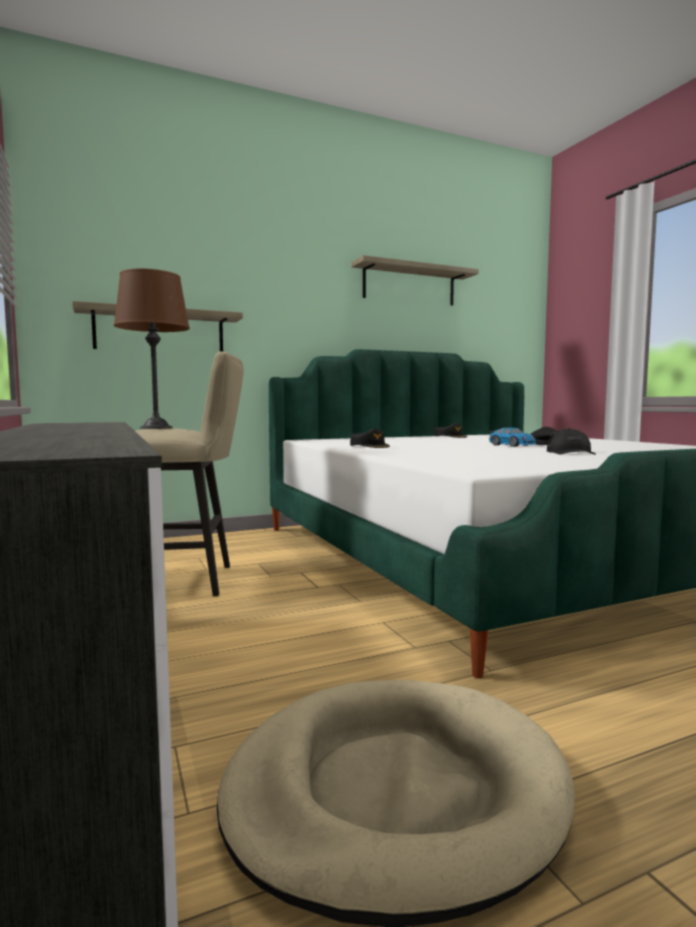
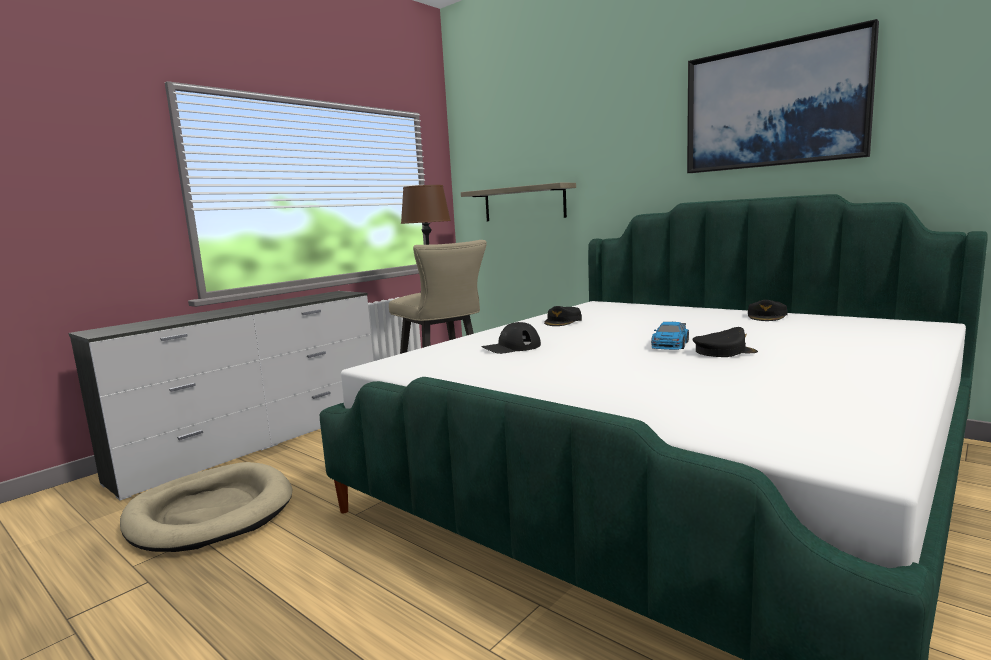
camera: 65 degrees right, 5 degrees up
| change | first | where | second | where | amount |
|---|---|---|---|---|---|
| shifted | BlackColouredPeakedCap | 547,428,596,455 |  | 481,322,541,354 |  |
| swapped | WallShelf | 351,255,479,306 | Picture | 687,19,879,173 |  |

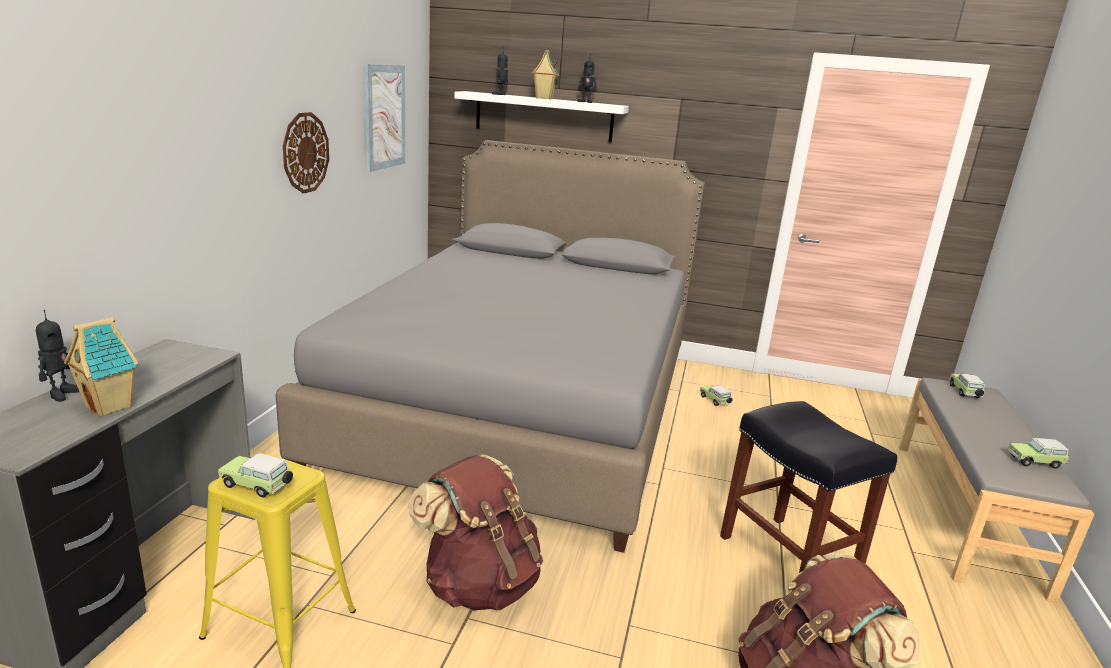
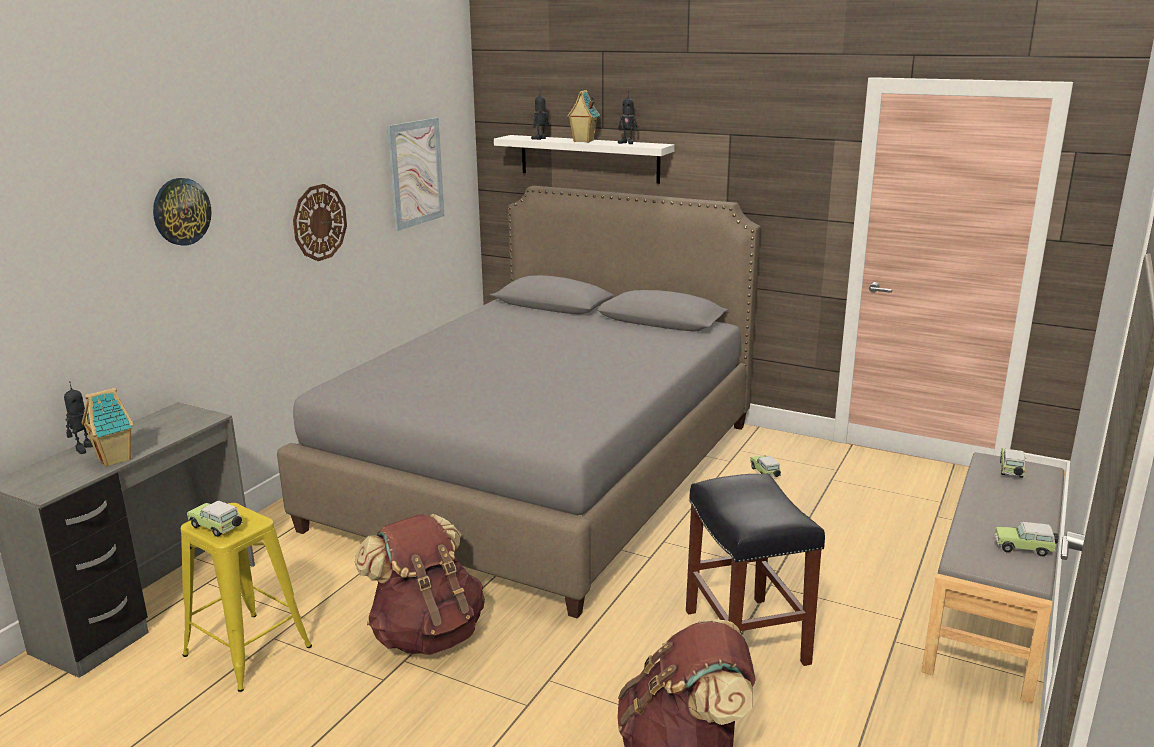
camera: 15 degrees right, 0 degrees up
| change | first | where | second | where | amount |
|---|---|---|---|---|---|
| new |  |  | ClockOnTheWall | 153,178,211,245 |  |

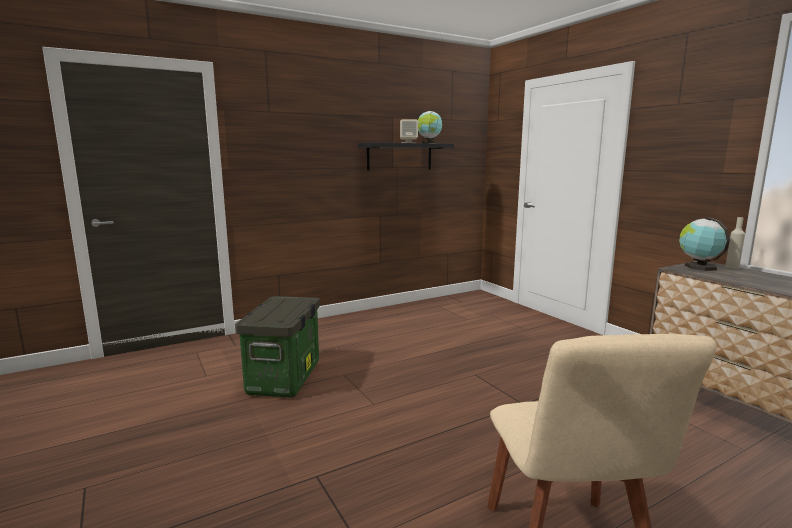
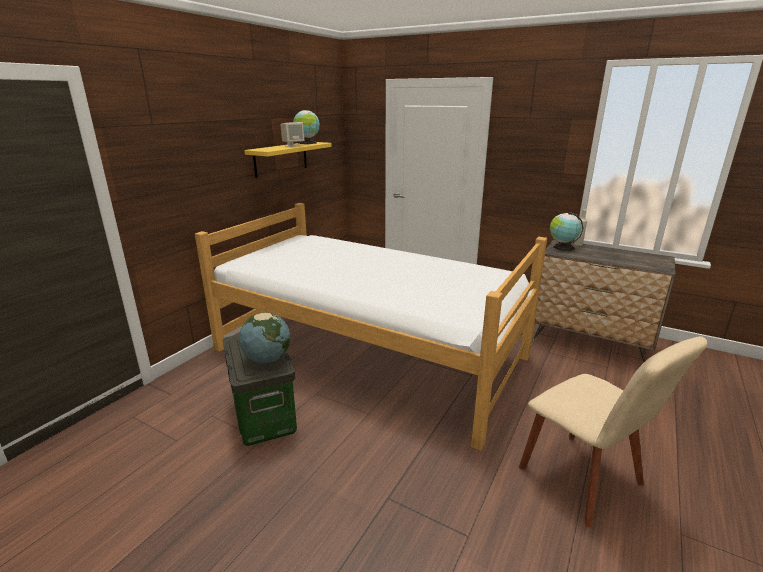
camera: 30 degrees left, 10 degrees up
| change | first | where | second | where | amount |
|---|---|---|---|---|---|
| new |  |  | Bed | 195,203,547,451 |  |
| new |  |  | Globe | 239,312,290,363 |  |
| repainted | BlackColouredWallShelf | 358,143,454,171 | YellowColouredWallShelf | 244,142,332,178 |  |

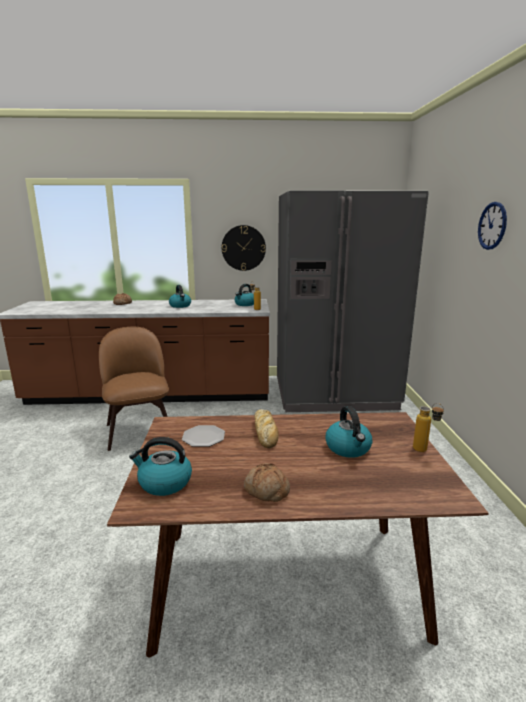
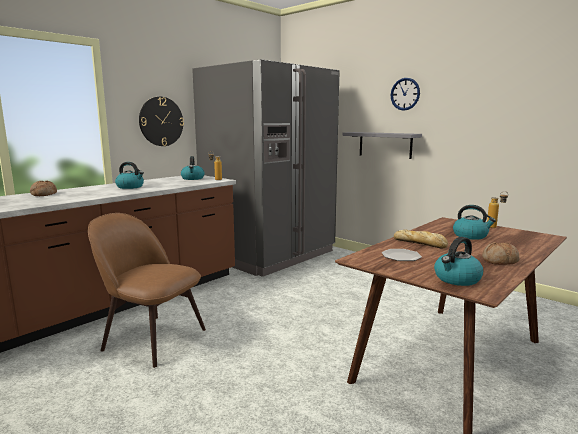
camera: 45 degrees left, 5 degrees down
| change | first | where | second | where | amount |
|---|---|---|---|---|---|
| new |  |  | GreyWallShelf | 342,132,422,159 |  |

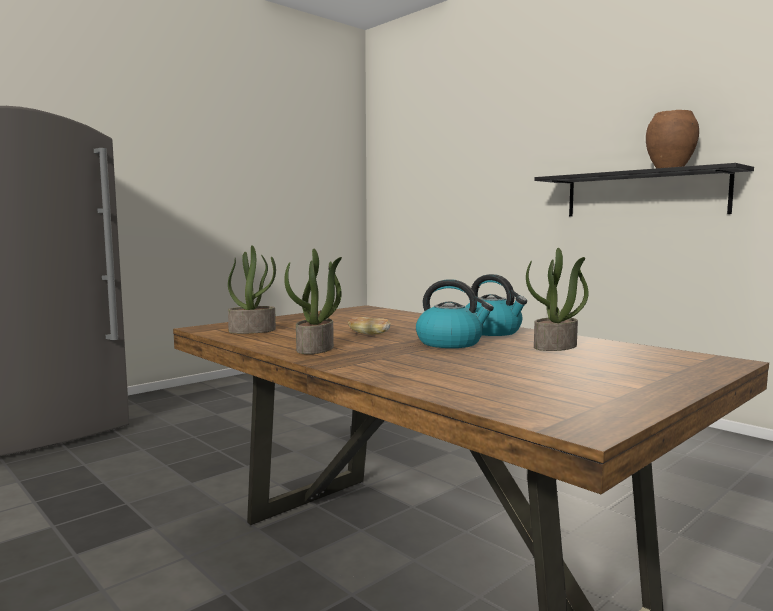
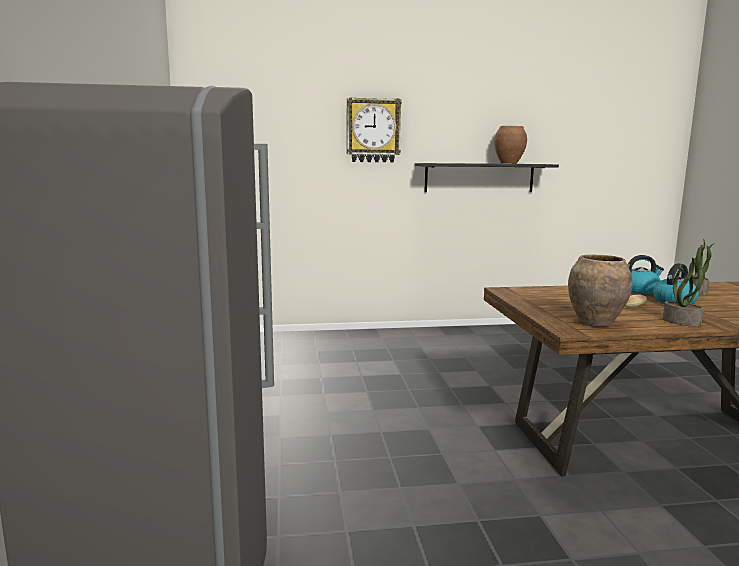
camera: 55 degrees left, 5 degrees up
| change | first | where | second | where | amount |
|---|---|---|---|---|---|
| new |  |  | ClockOnTheWall | 347,97,402,162 |  |
| swapped | Houseplant | 228,245,276,334 | BrownVase | 568,254,632,327 |  |

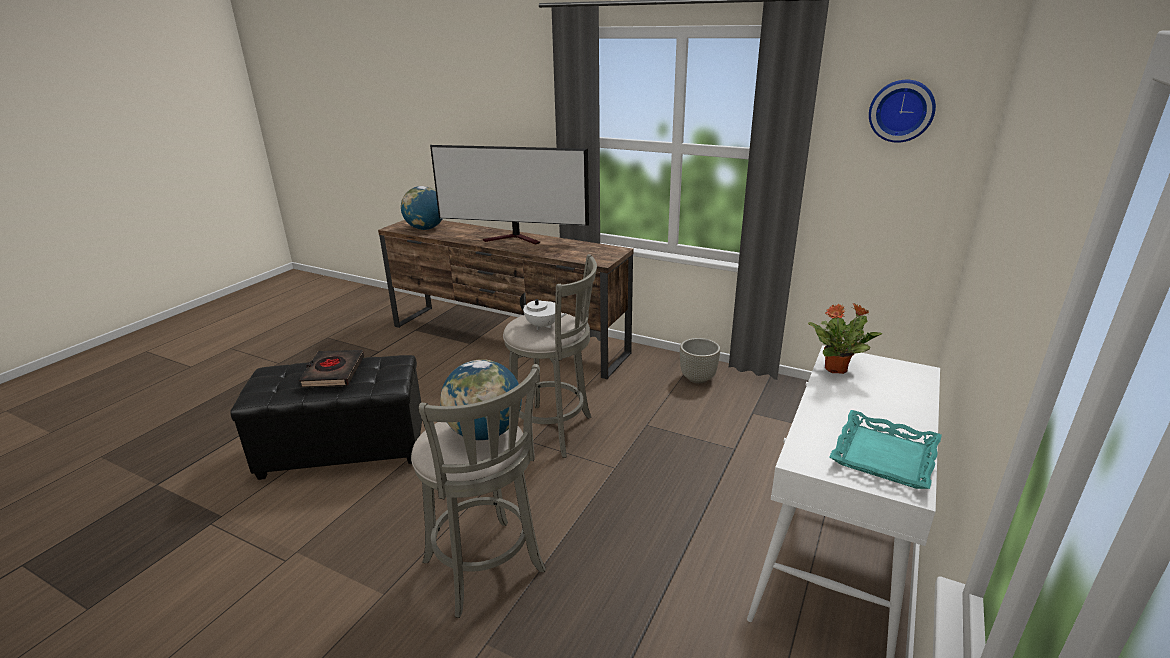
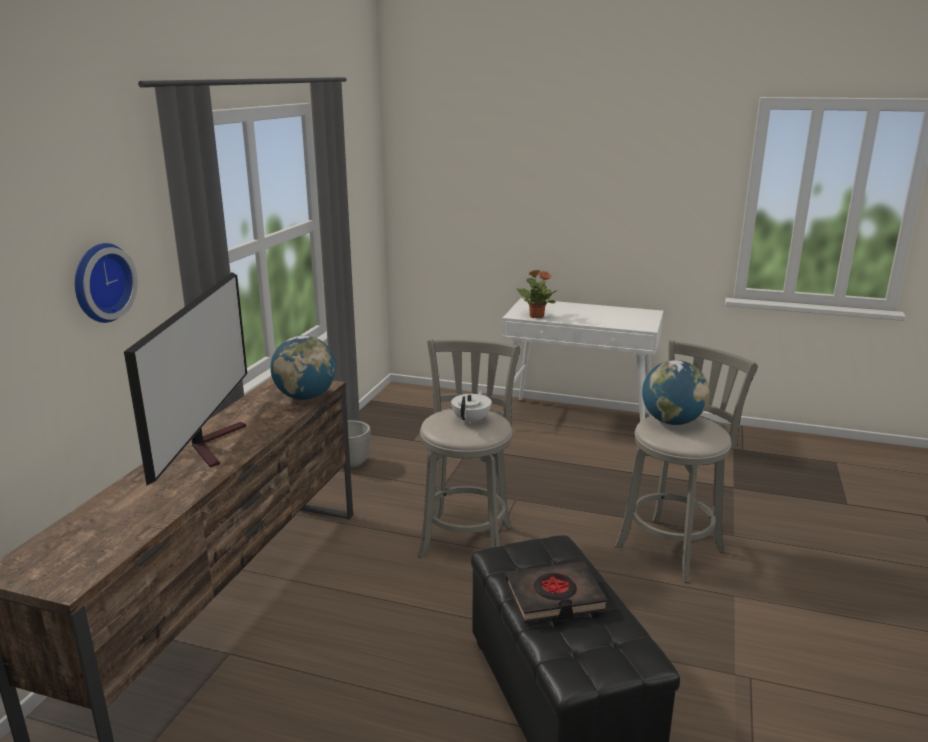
camera: 100 degrees left, 5 degrees down
| change | first | where | second | where | amount |
|---|---|---|---|---|---|
| gone | TurquoiseColouredTray | 829,410,942,489 |  |  |  |
| shifted | Globe | 401,186,443,230 |  | 270,335,336,400 |  |
| shifted | ClockOnTheWall | 869,80,936,143 |  | 75,243,138,323 |  |

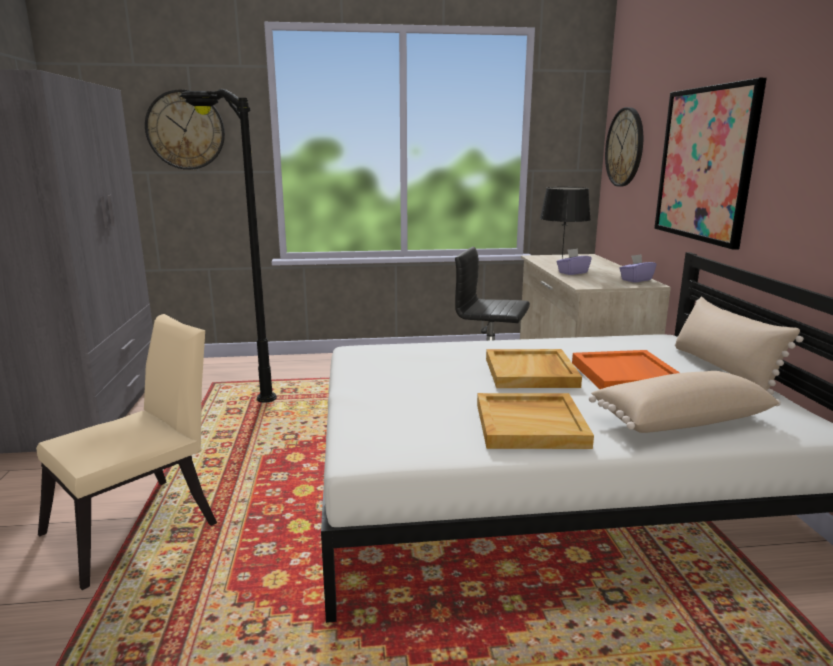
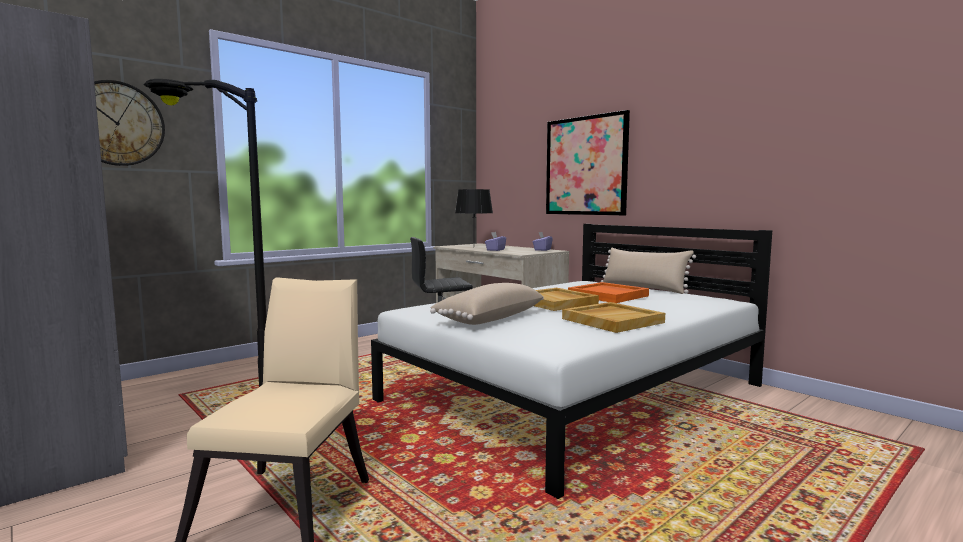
camera: 35 degrees left, 10 degrees down
| change | first | where | second | where | amount |
|---|---|---|---|---|---|
| gone | ClockOnTheWall | 605,107,643,186 |  |  |  |
| shifted | BeigeThrowPillow | 589,371,781,433 |  | 430,283,544,325 |  |

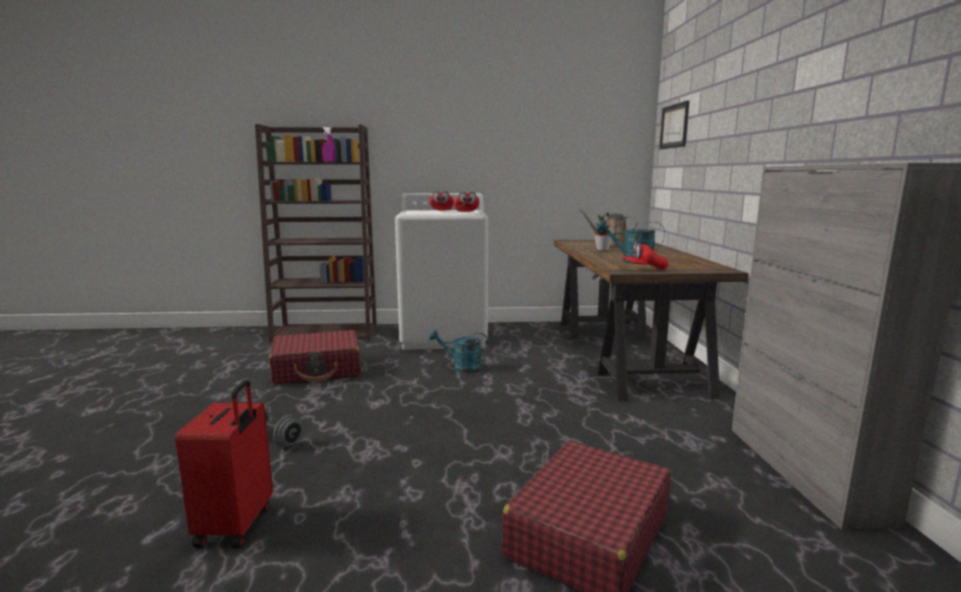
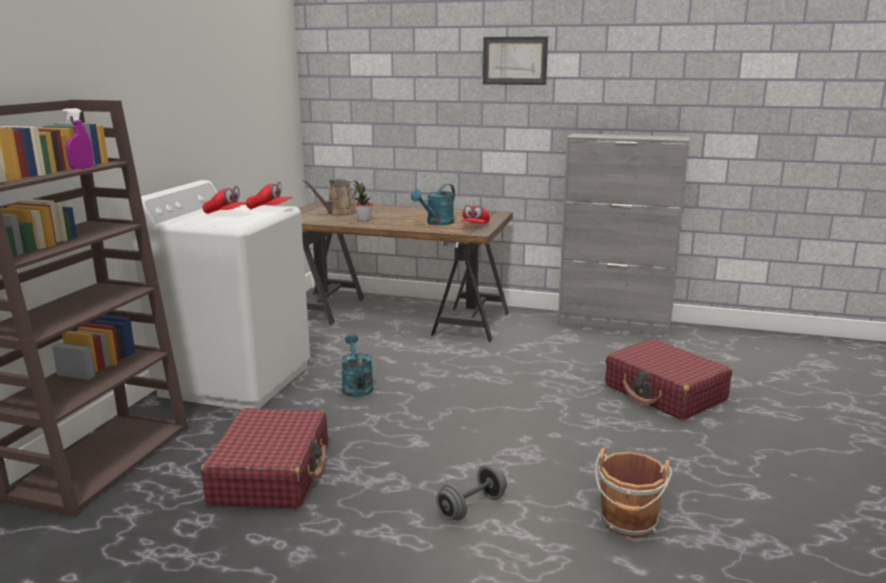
camera: 70 degrees left, 5 degrees up
| change | first | where | second | where | amount |
|---|---|---|---|---|---|
| shifted | Picture | 659,100,689,149 |  | 483,36,548,85 |  |
| swapped | RedColouredTravelCase | 175,380,273,549 | BrownPail | 595,448,672,538 |  |
| rotated | TurquoiseColouredWateringPot | 429,330,489,373 |  | 341,334,373,397 | 135 degrees clockwise |

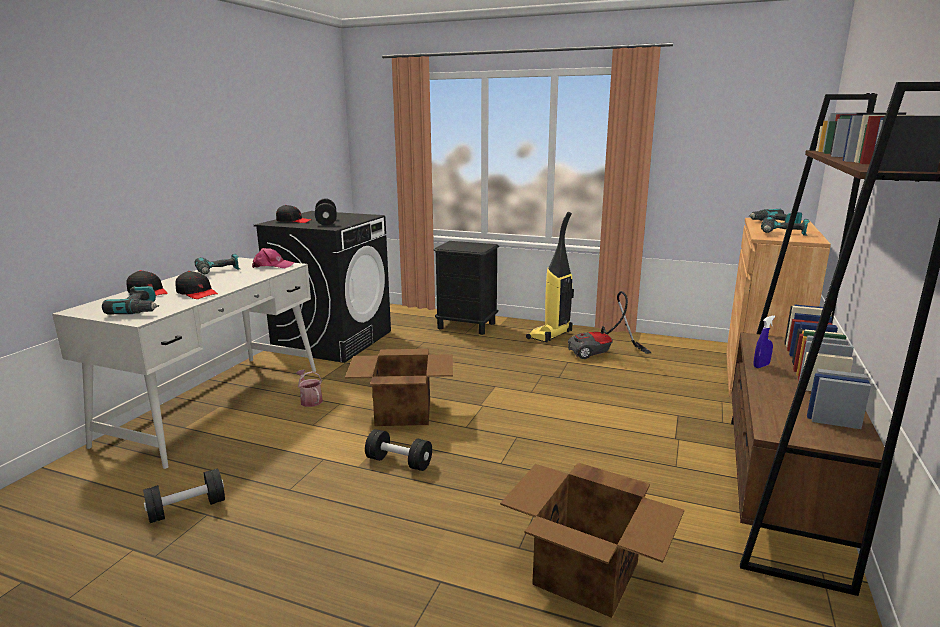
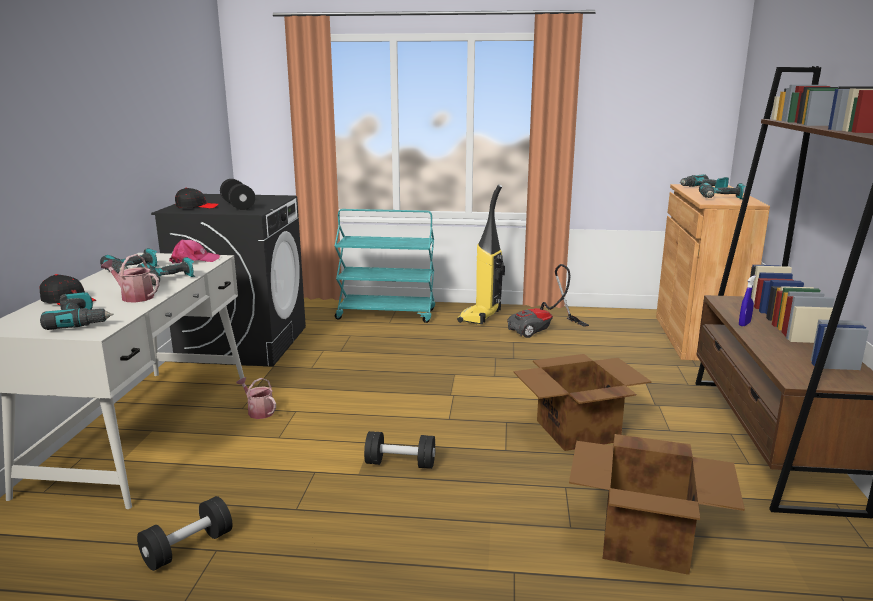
camera: 15 degrees left, 0 degrees up
| change | first | where | second | where | amount |
|---|---|---|---|---|---|
| new |  |  | Drill | 137,257,195,285 |  |
| shifted | PackingBox | 345,349,453,426 |  | 513,354,652,451 |  |
| swapped | BlackColouredPeakedCap | 175,271,218,299 | WateringPot | 101,254,159,302 |  |
| swapped | BlackColouredNightTable | 434,241,499,335 | TurquoiseColouredCart | 335,209,435,323 |  |

